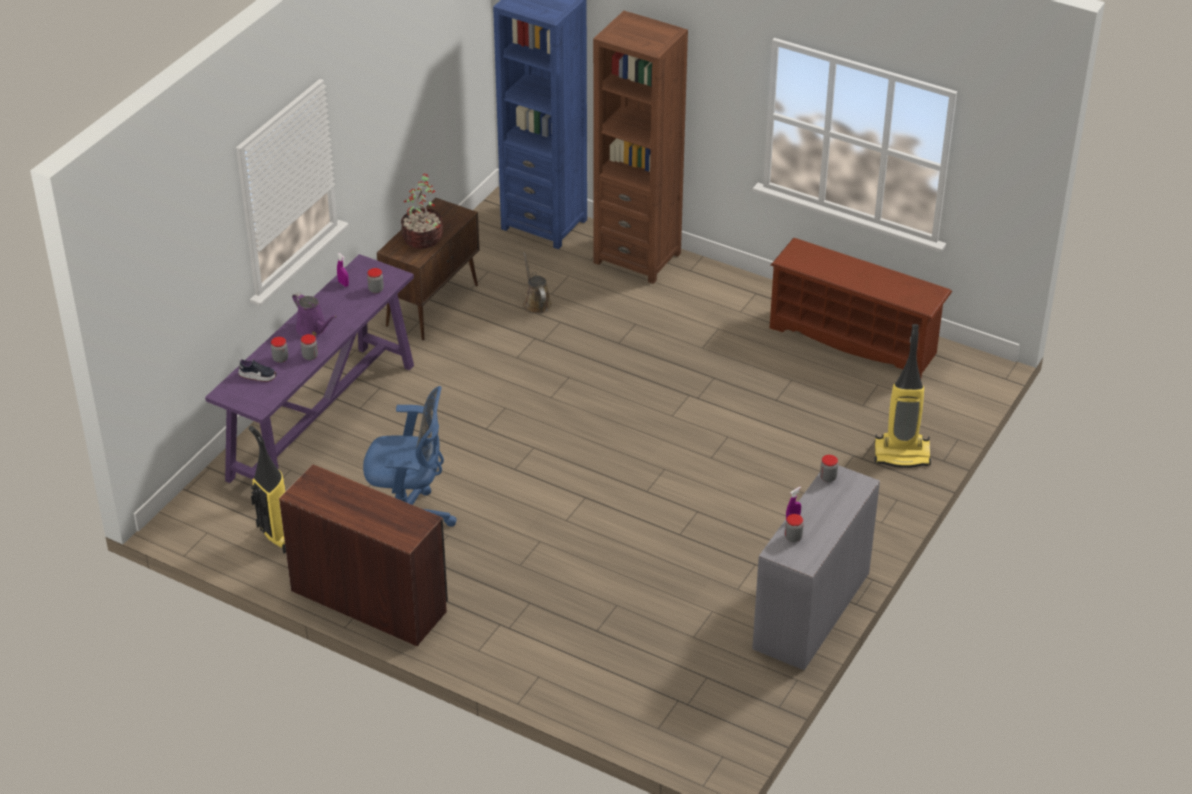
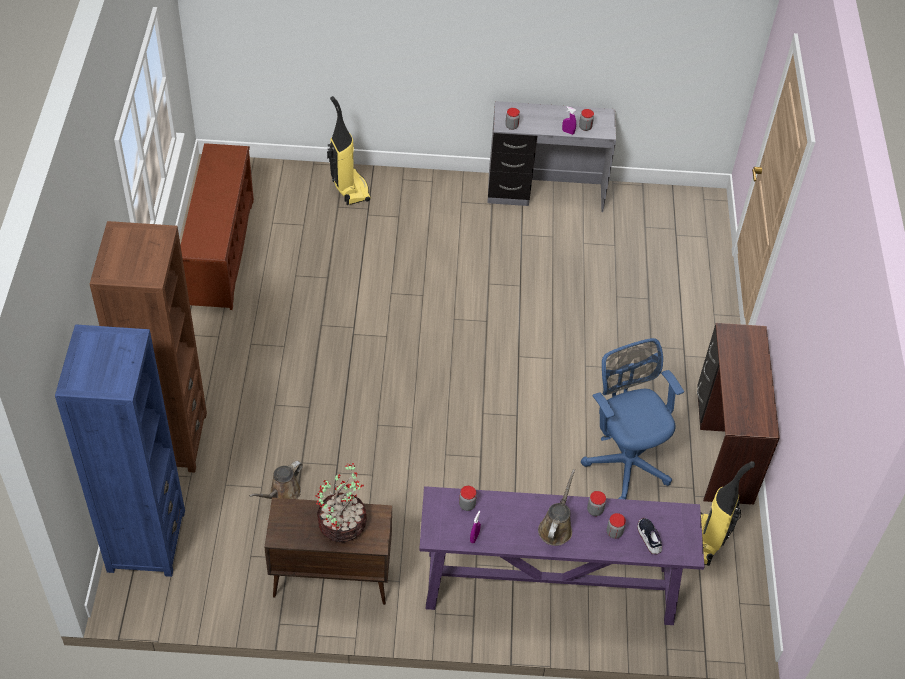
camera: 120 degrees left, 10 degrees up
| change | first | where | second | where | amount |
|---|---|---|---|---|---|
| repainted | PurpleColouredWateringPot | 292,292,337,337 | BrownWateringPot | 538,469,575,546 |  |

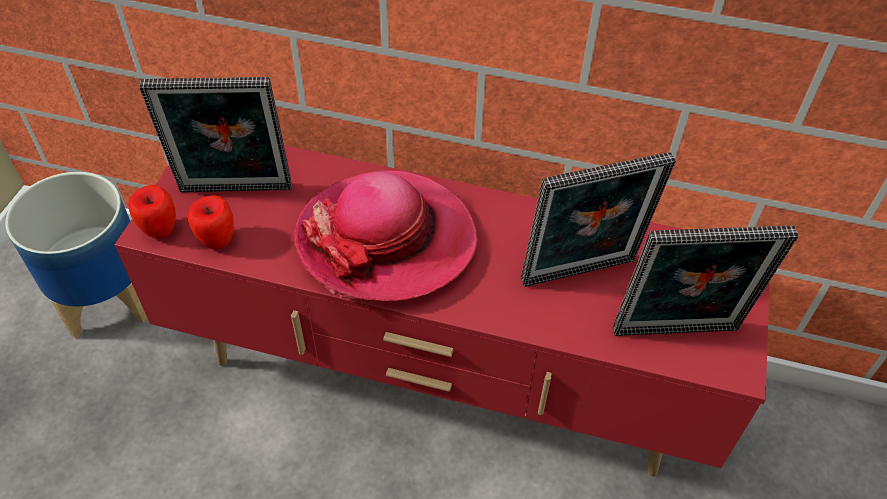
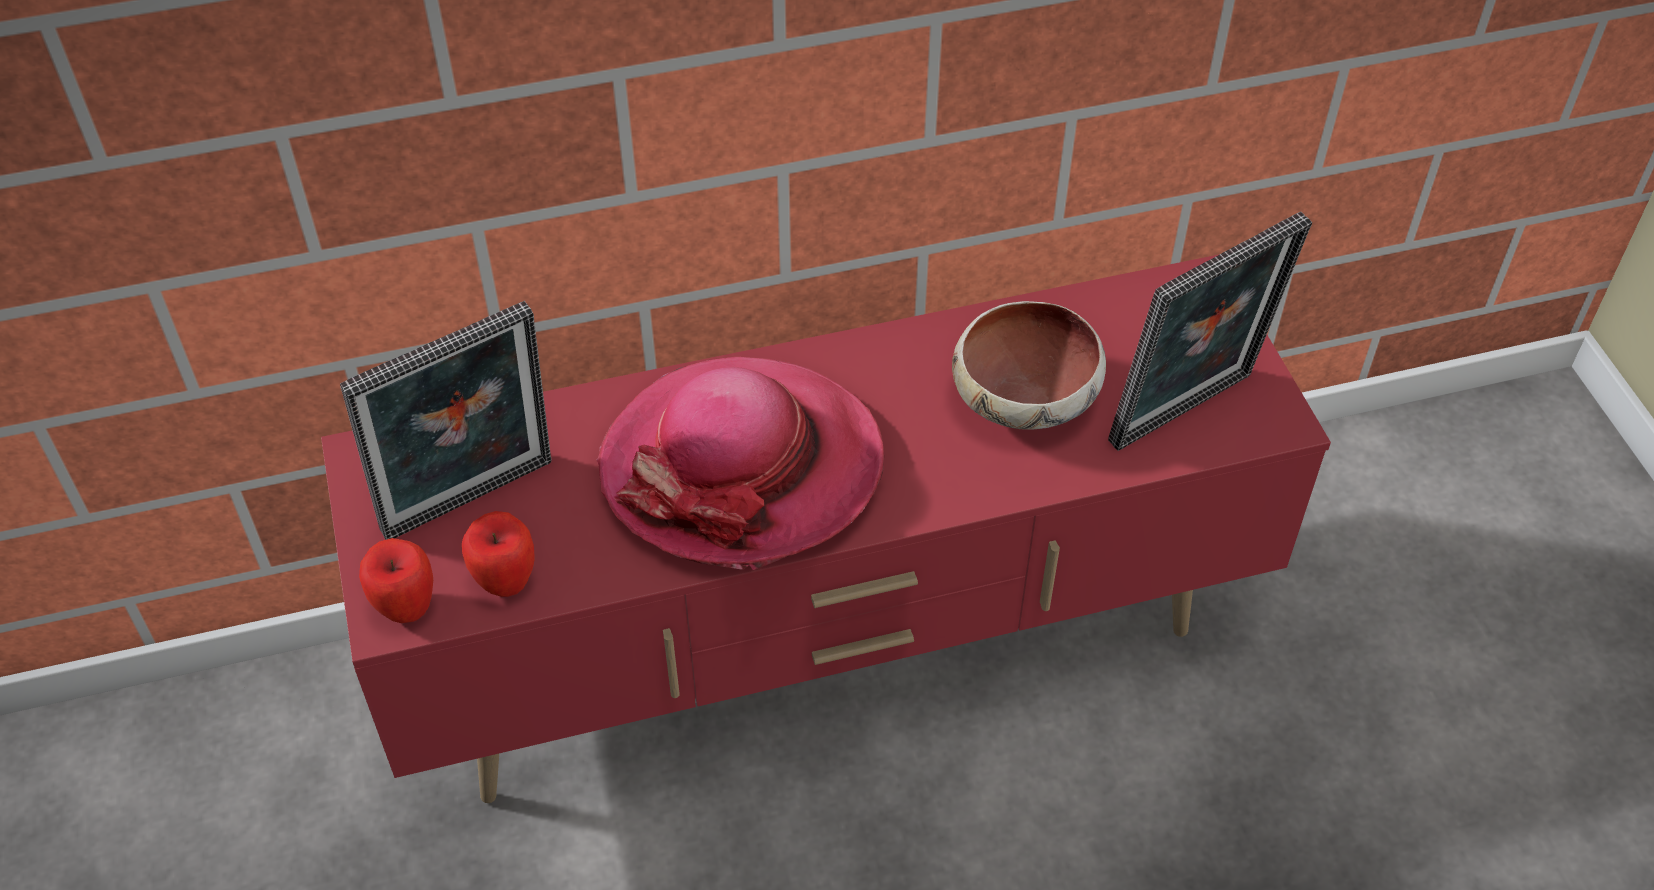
camera: 30 degrees left, 0 degrees up
| change | first | where | second | where | amount |
|---|---|---|---|---|---|
| gone | Planter | 5,172,148,338 |  |  |  |
| swapped | StandingFrame | 521,152,676,287 | ServingBowl | 952,301,1106,429 |  |

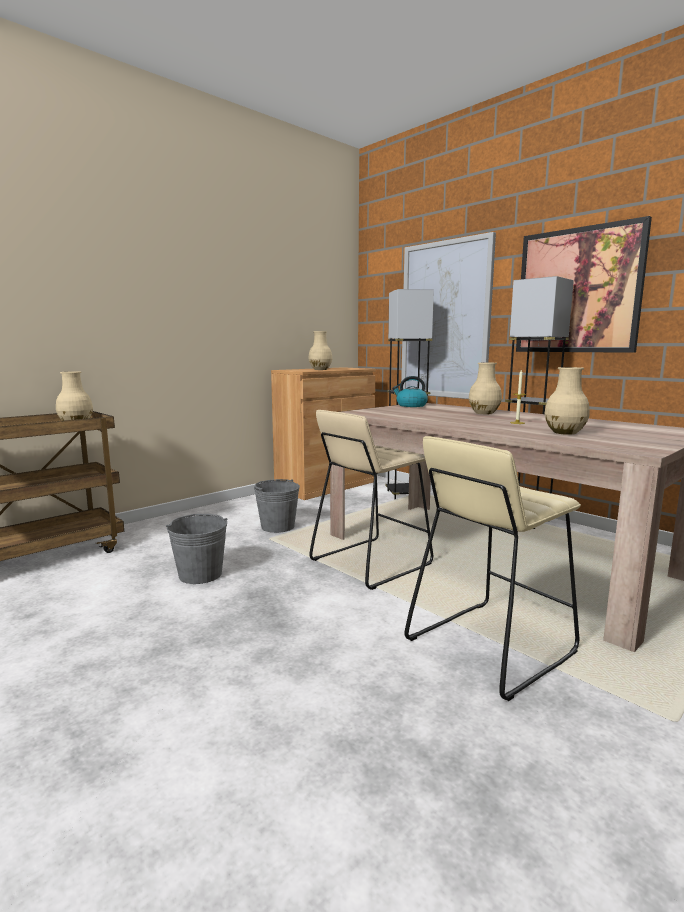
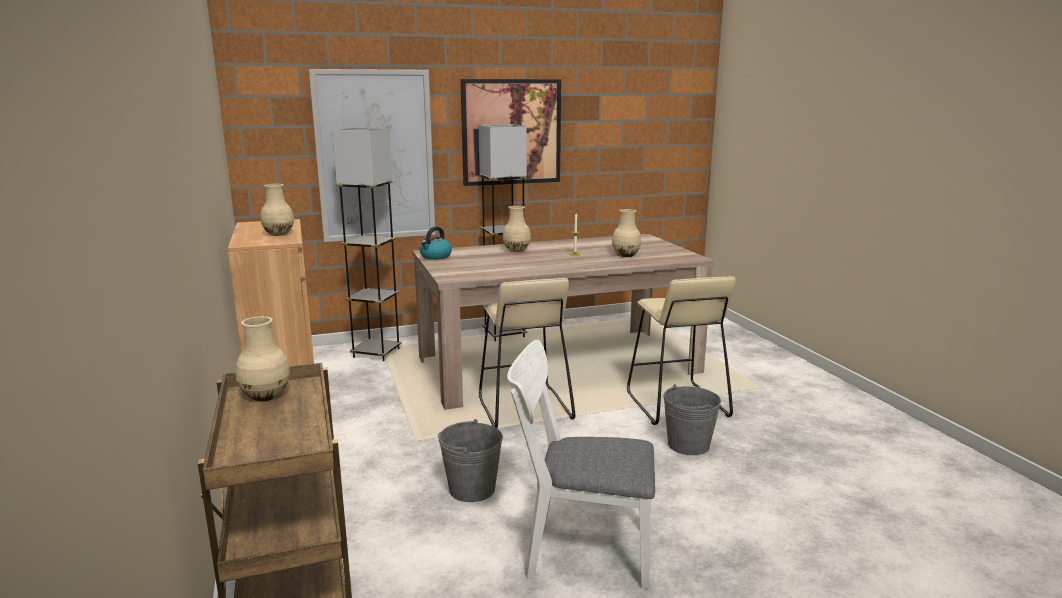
camera: 65 degrees left, 5 degrees up
| change | first | where | second | where | amount |
|---|---|---|---|---|---|
| new |  |  | WhitePlainChair | 507,340,655,589 |  |
| shifted | GreyPail | 254,479,300,533 |  | 663,384,721,455 |  |

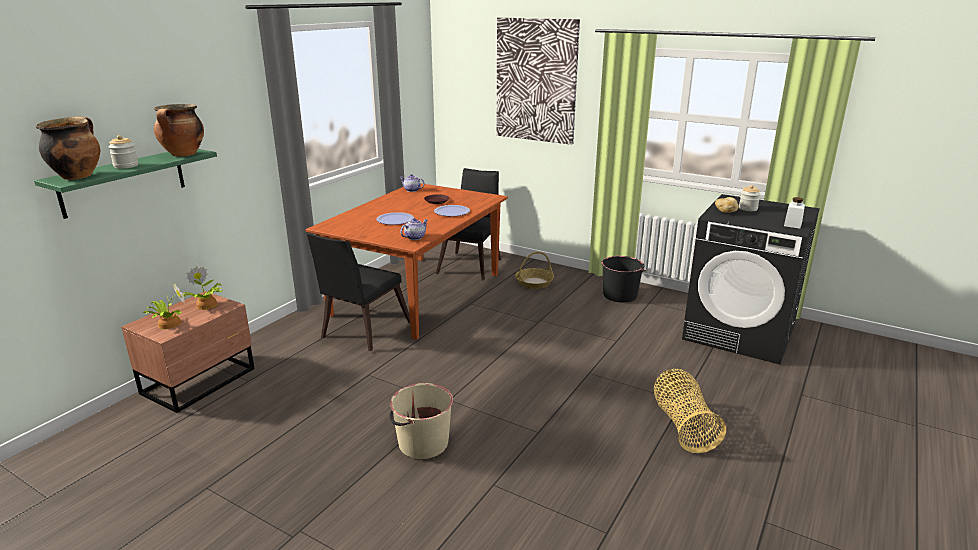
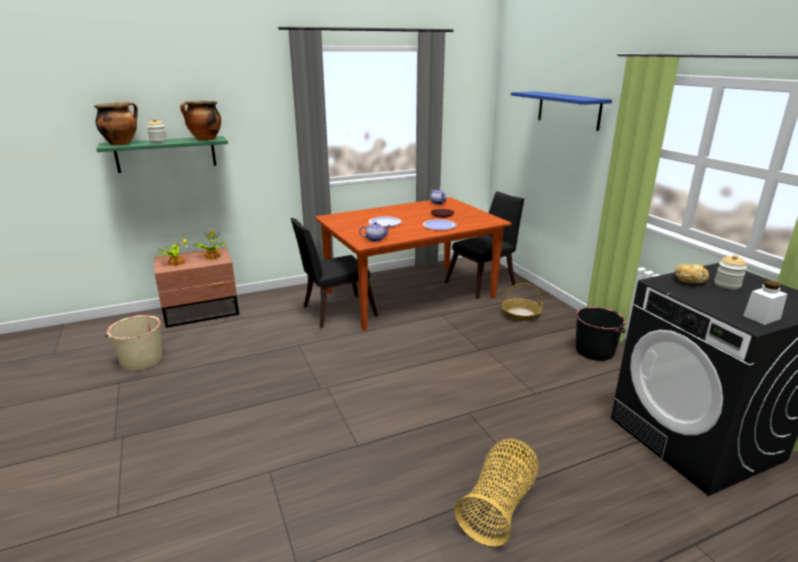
camera: 35 degrees right, 0 degrees up
| change | first | where | second | where | amount |
|---|---|---|---|---|---|
| shifted | BeigePail | 390,383,453,459 |  | 105,315,162,371 |  |
| swapped | Picture | 497,18,580,145 | BluishWallShelf | 511,91,612,131 |  |

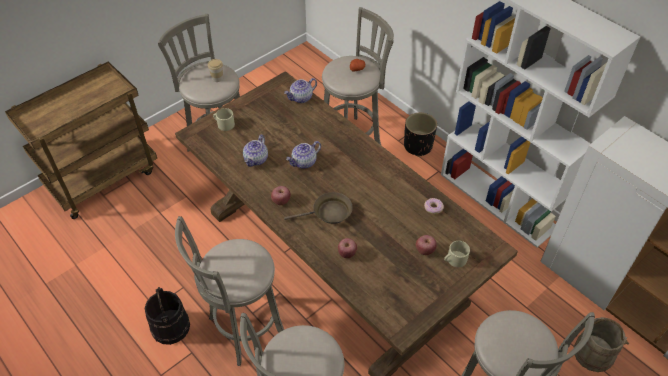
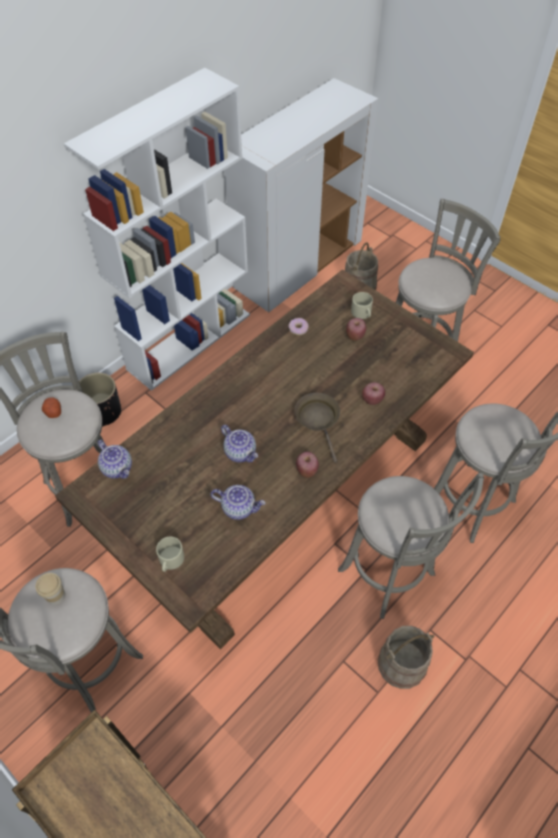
camera: 95 degrees left, 5 degrees up
| change | first | where | second | where | amount |
|---|---|---|---|---|---|
| repainted | BlackColouredPail | 145,287,190,345 | BeigePail | 378,626,434,689 |  |

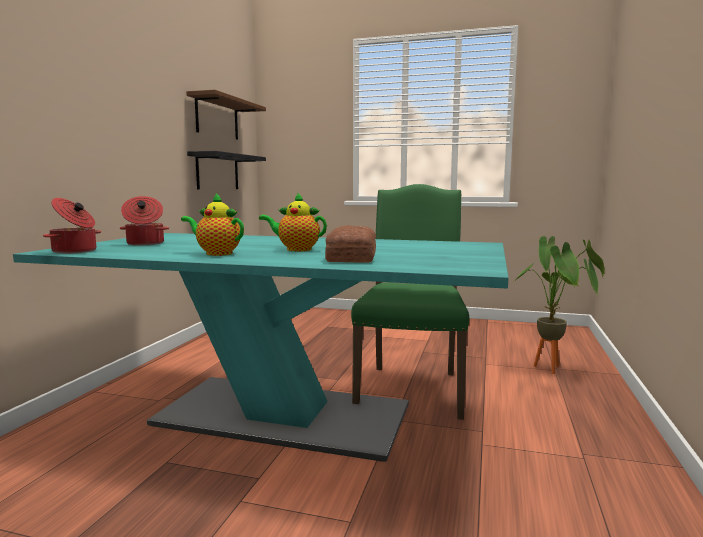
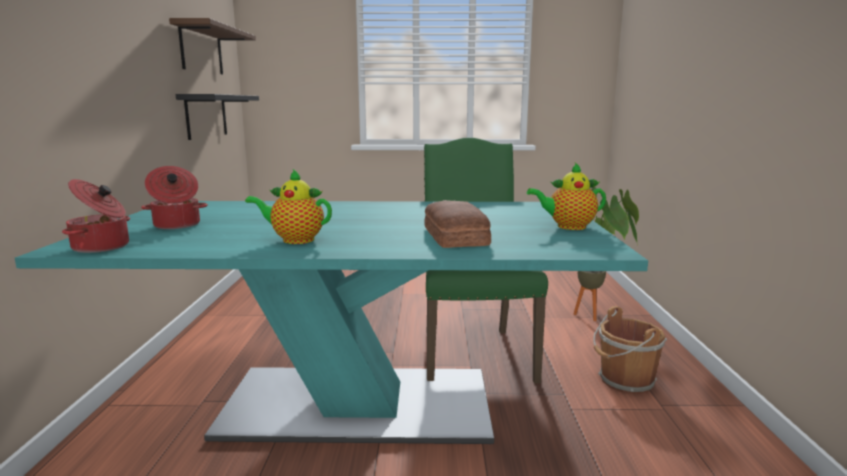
camera: 15 degrees left, 5 degrees up
| change | first | where | second | where | amount |
|---|---|---|---|---|---|
| new |  |  | BrownPail | 593,306,667,394 |  |
| shifted | PotForTea | 259,192,327,251 |  | 527,163,606,230 |  |

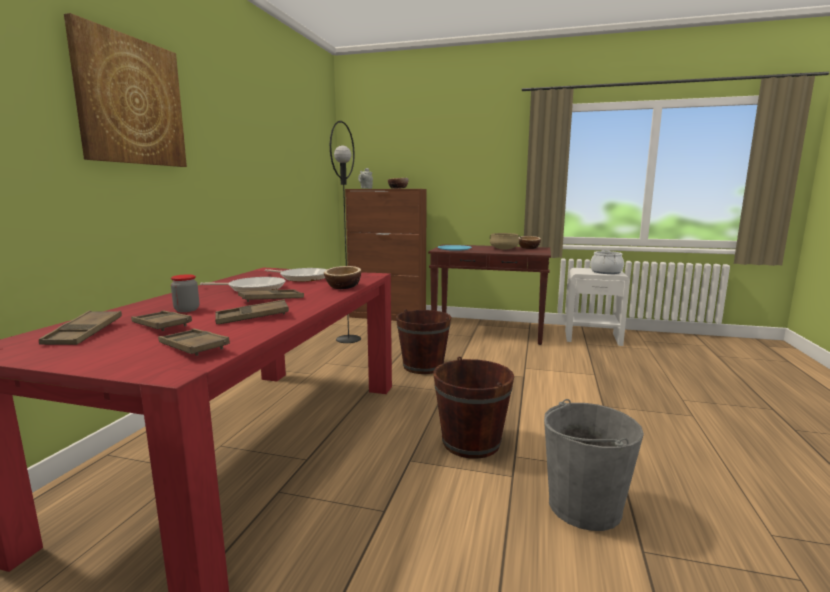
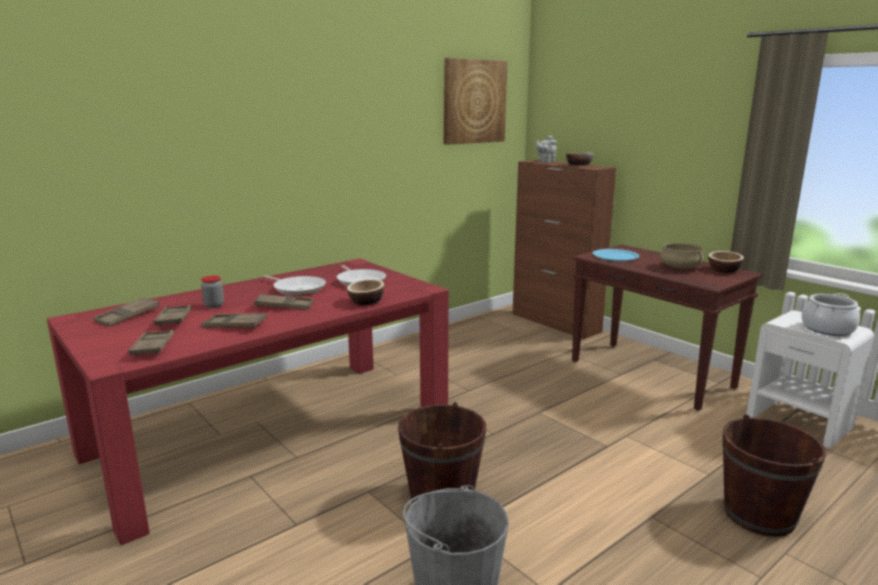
camera: 35 degrees right, 5 degrees up
| change | first | where | second | where | amount |
|---|---|---|---|---|---|
| gone | BlackColouredStandardLamp | 330,121,361,343 |  |  |  |
| shifted | Picture | 64,13,187,167 |  | 444,58,508,145 |  |
| shifted | BrownPail | 396,309,451,374 |  | 722,414,826,537 |  |

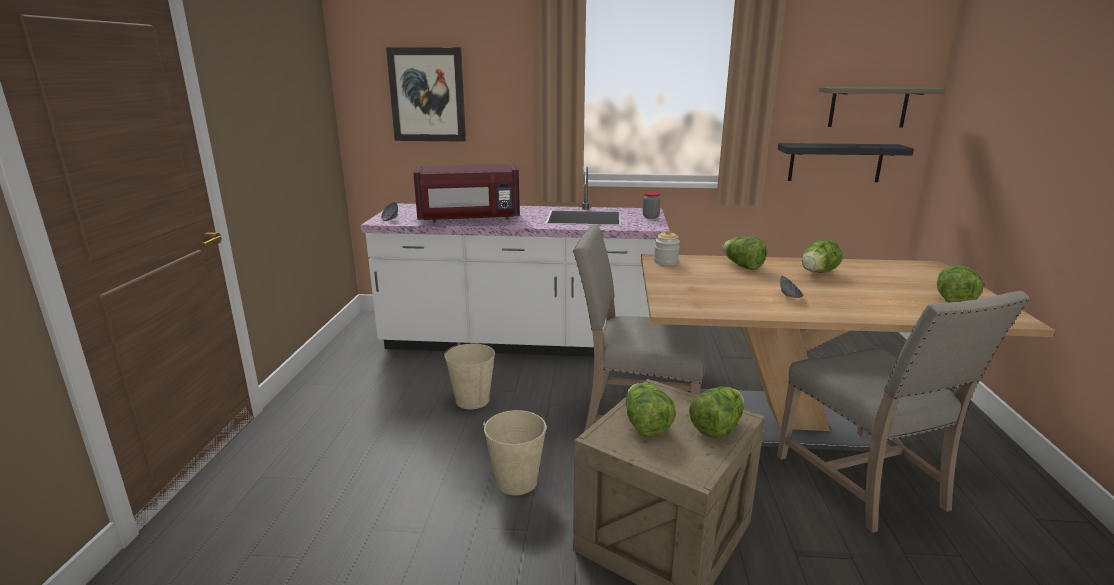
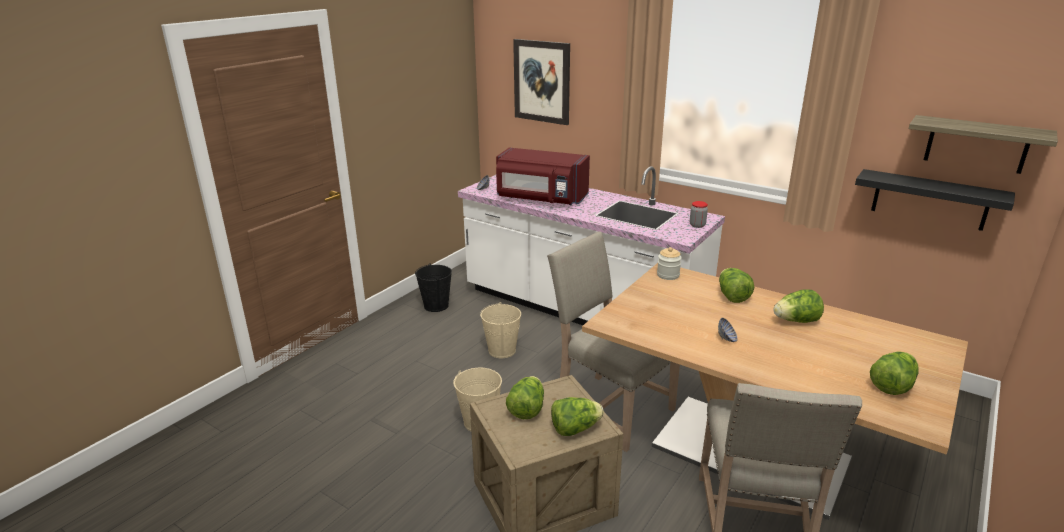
camera: 30 degrees right, 5 degrees up
| change | first | where | second | where | amount |
|---|---|---|---|---|---|
| new |  |  | BlackColouredPail | 415,263,452,312 |  |

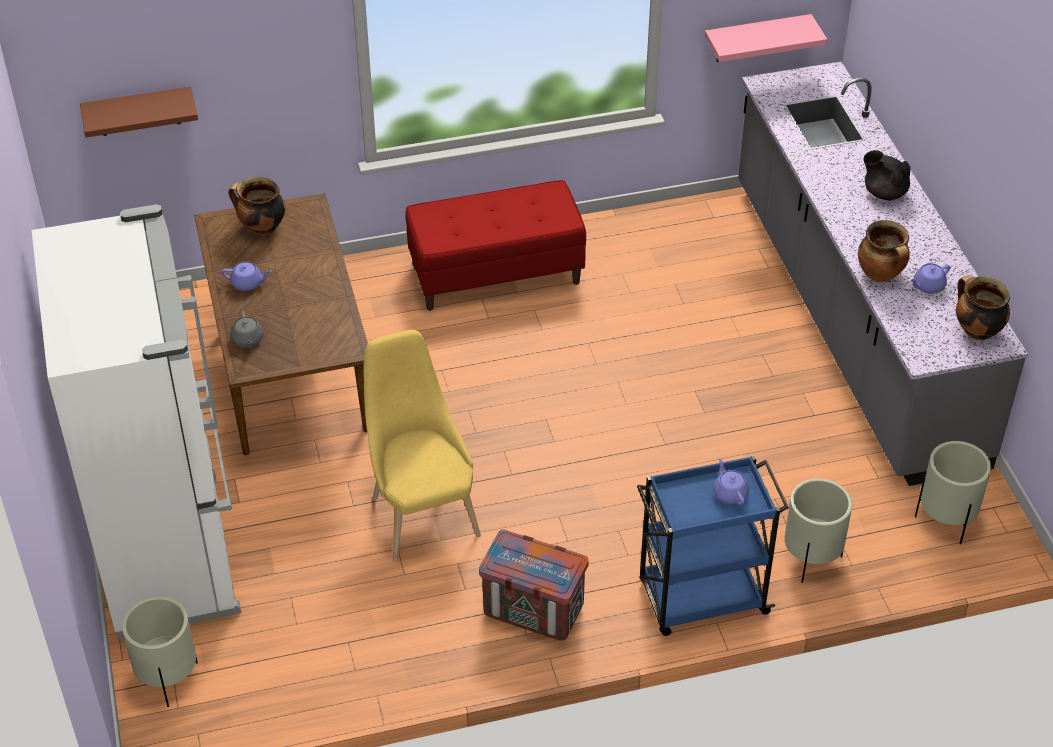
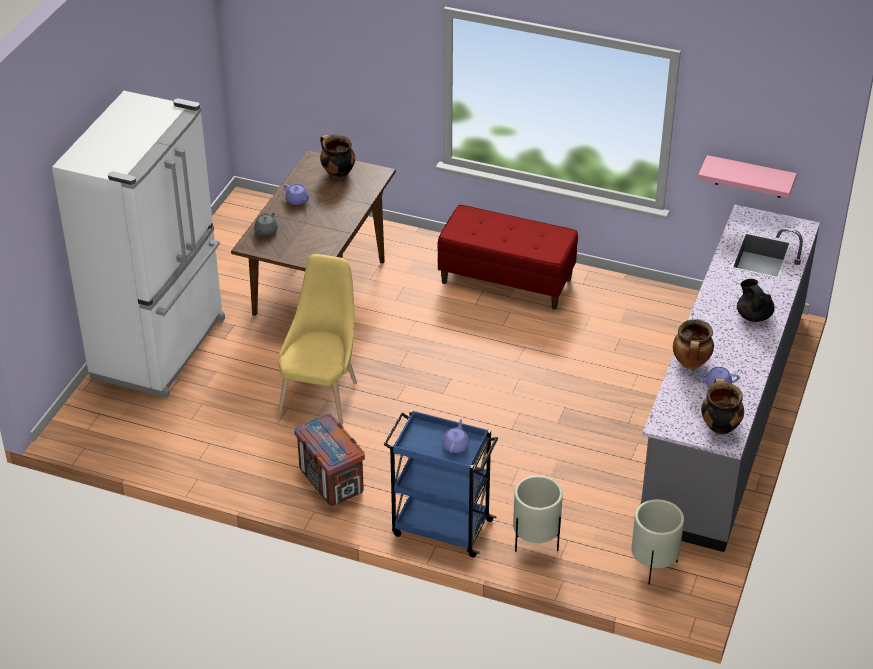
camera: 35 degrees right, 5 degrees down
| change | first | where | second | where | amount |
|---|---|---|---|---|---|
| gone | BrownWallShelf | 80,86,198,138 |  |  |  |
| gone | BeigePlanter | 122,596,198,707 |  |  |  |

